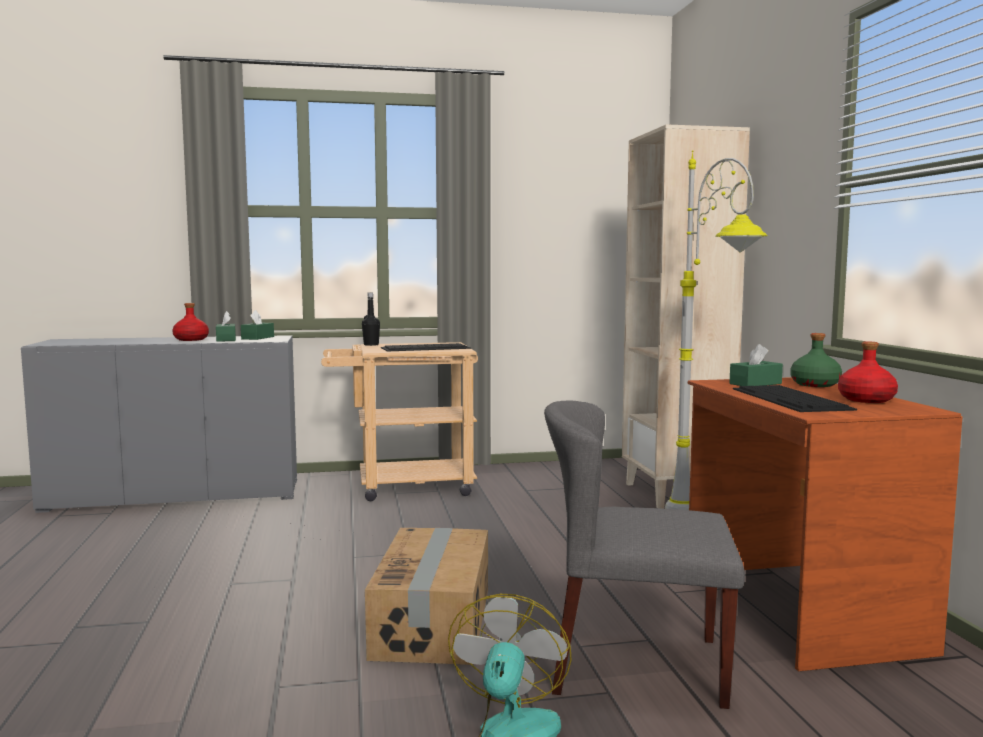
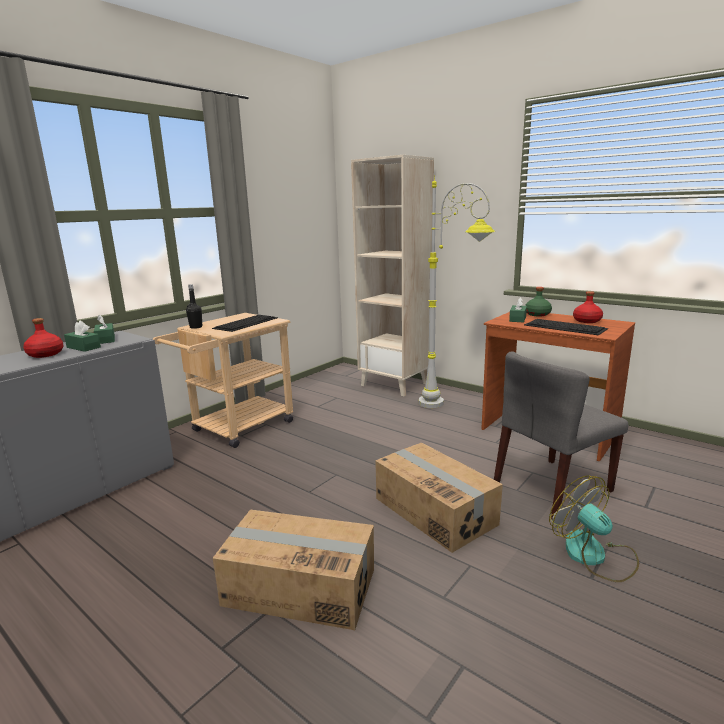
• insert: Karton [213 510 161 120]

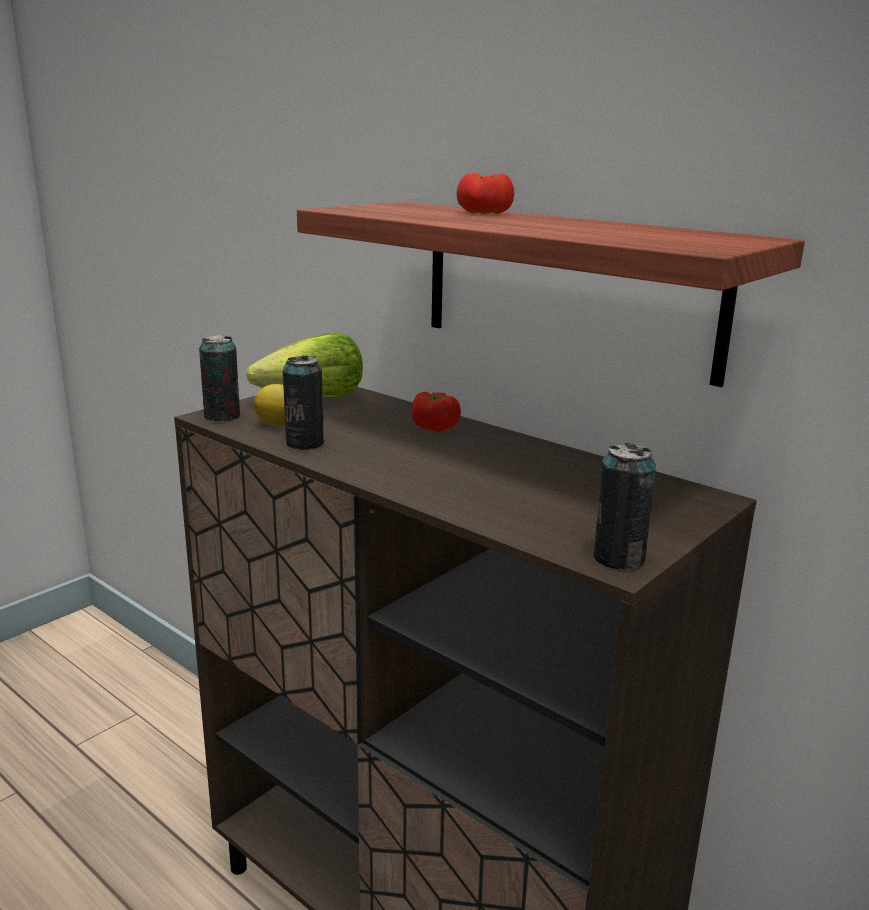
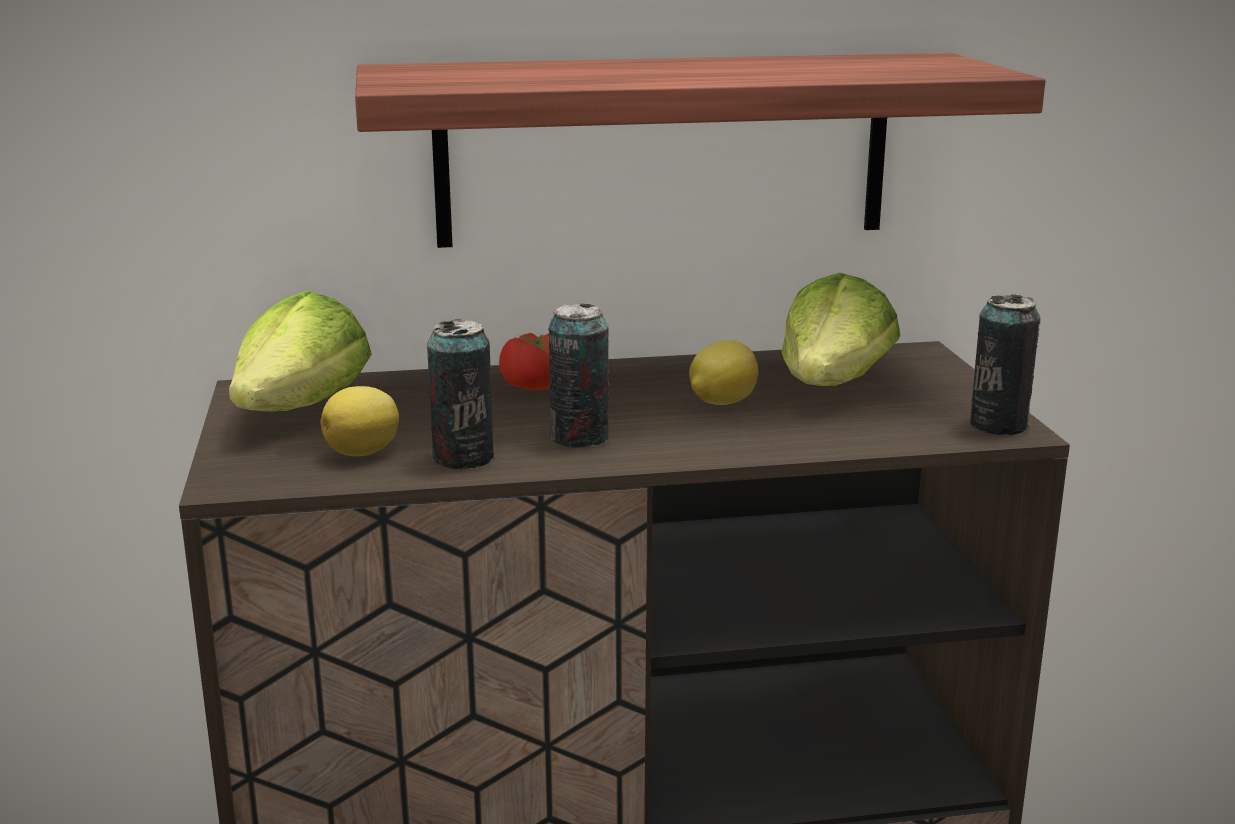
• delete: Tomate [456 173 58 41]
• insert: Zitrone [689 340 69 65]
• insert: Salatkopf [782 273 118 113]
• move: Dose [199 334 41 87] to [548 304 61 144]

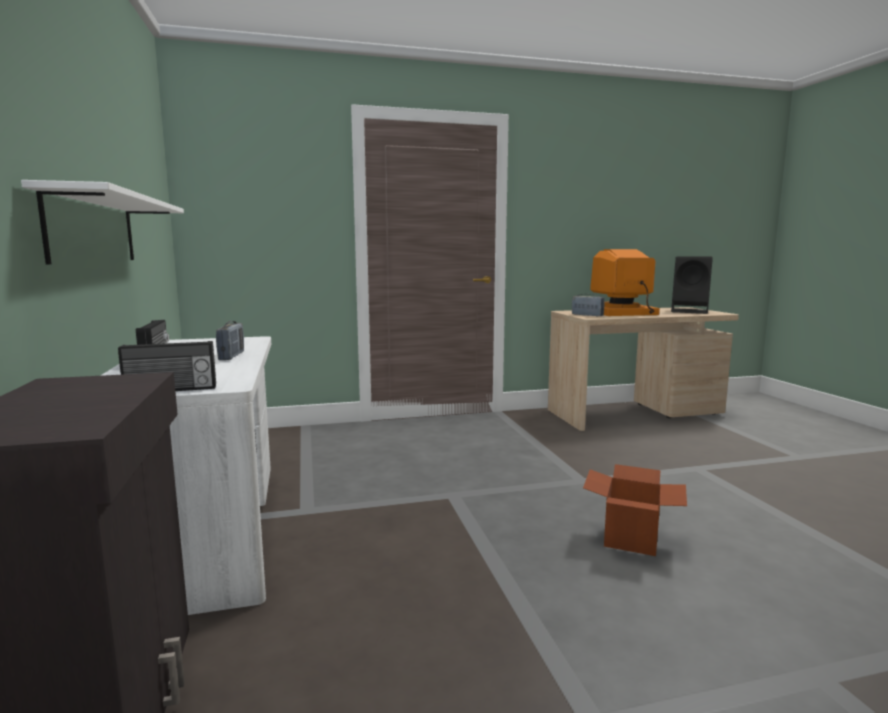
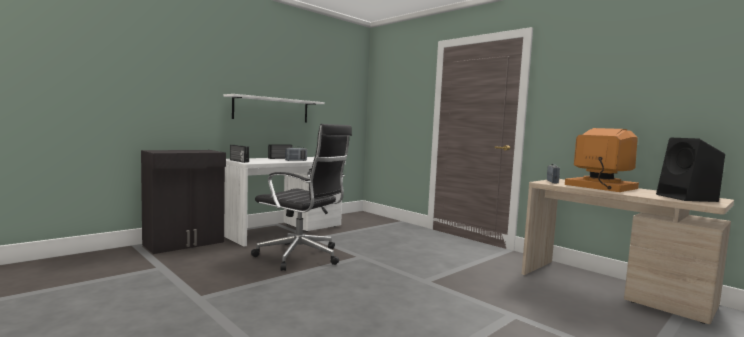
• delete: Karton [583 464 104 92]
• insert: Bürostuhl/schwarz [251 124 101 147]

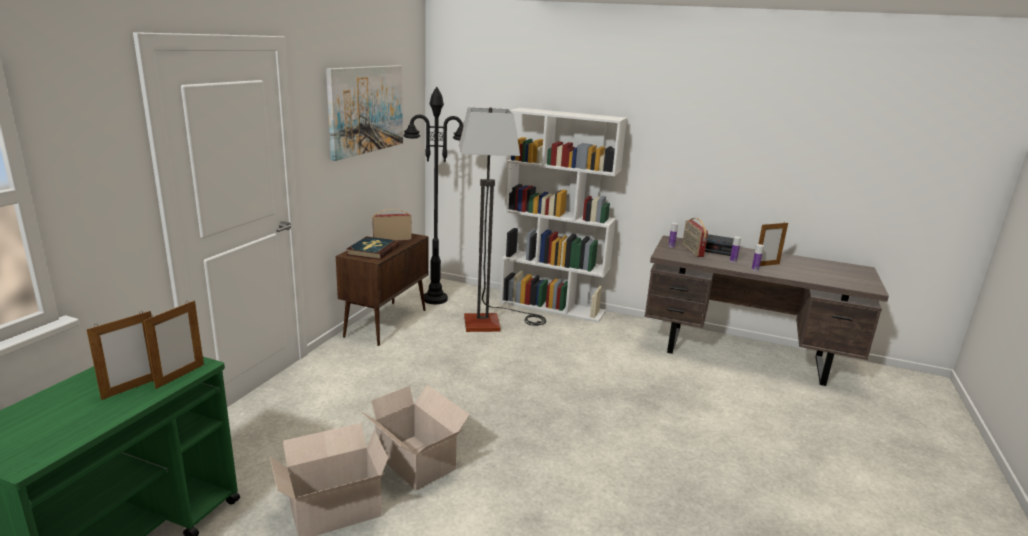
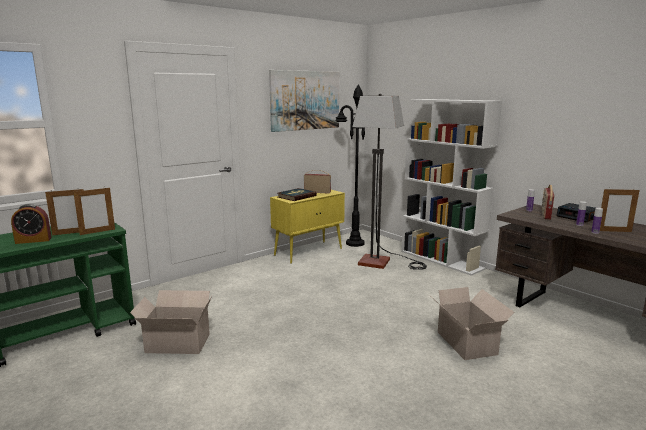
• insert: Wecker [11 204 41 40]
• move: Karton [360 385 110 105] to [434 287 80 73]
• recolor: Schrank/braun [336 233 93 113] to Schrank/gelb [270 190 75 74]

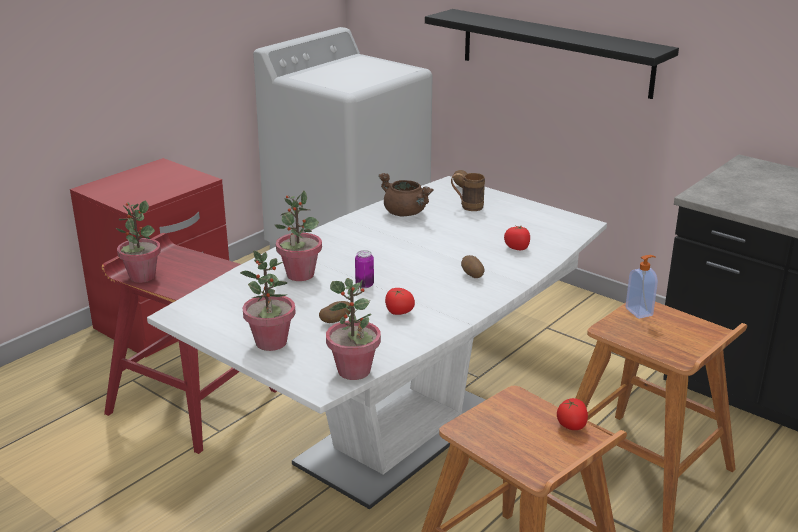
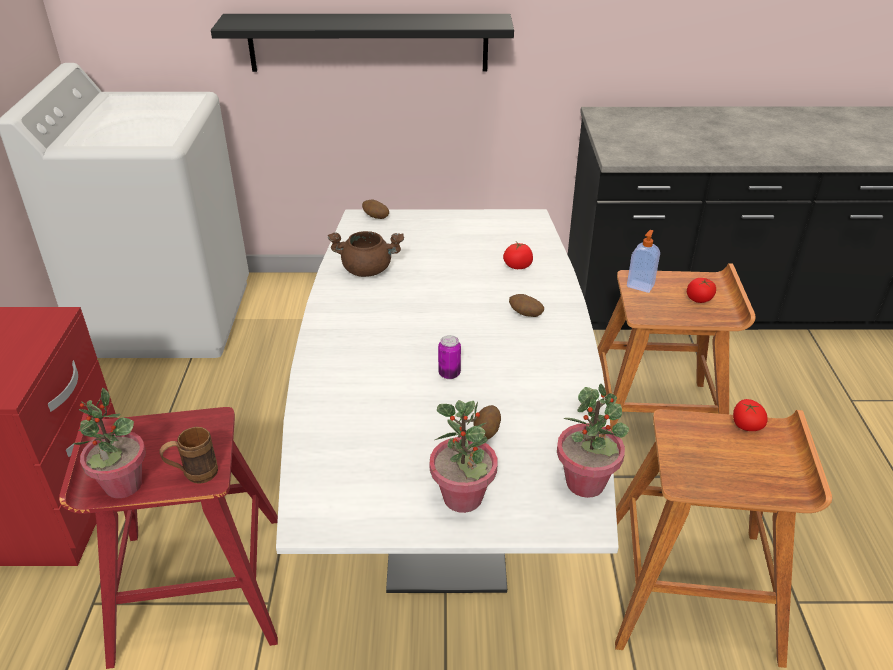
• delete: Topfpflanze [275 191 47 90]
• move: Tomate [385 288 30 27] to [687 278 29 25]
• move: Henkelbecher/braun [451 173 34 38] to [159 427 59 57]

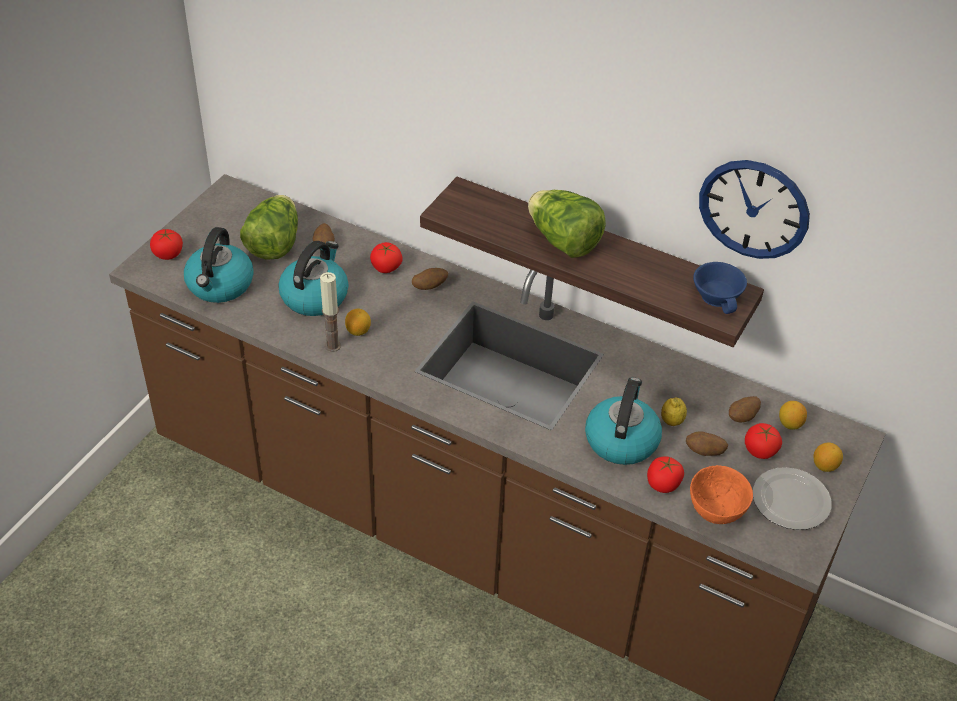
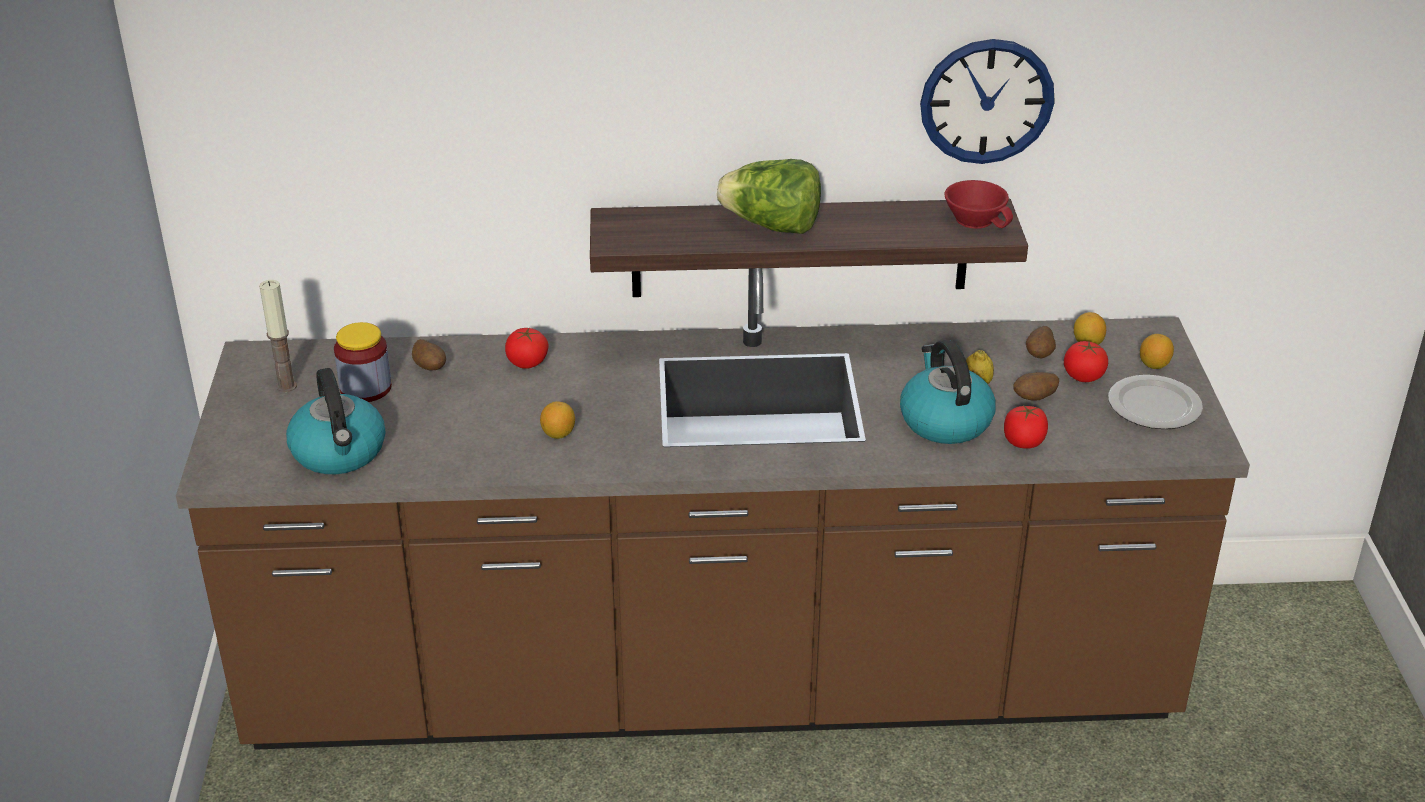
• delete: Tomate [150 229 33 31]
• delete: Wasserkessel [278 241 70 75]
• delete: Kartoffel [412 268 36 22]
• delete: Schüssel/orange [690 465 63 59]
• move: Kerze [320 272 21 80] to [259 280 38 112]
• replace: Salatkopf [240 195 58 64] to Vorratsglas [334 322 58 80]
• recolor: Tasse/blau [693 262 54 52] to Tasse/rot [945 180 68 49]

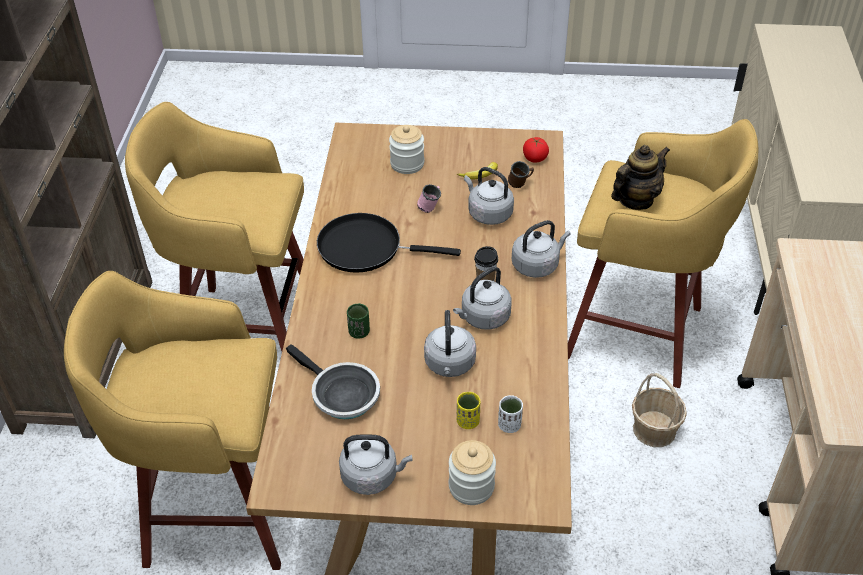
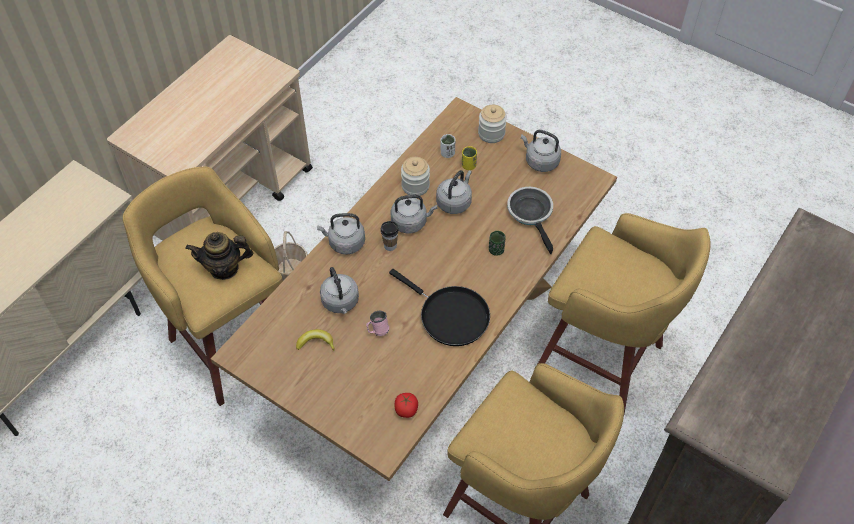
• delete: Henkelbecher/braun [508 161 26 27]
• move: Vorratsglas [389 125 35 49] to [401 157 29 39]
• move: Tomate [523 137 26 26] to [394 393 24 25]

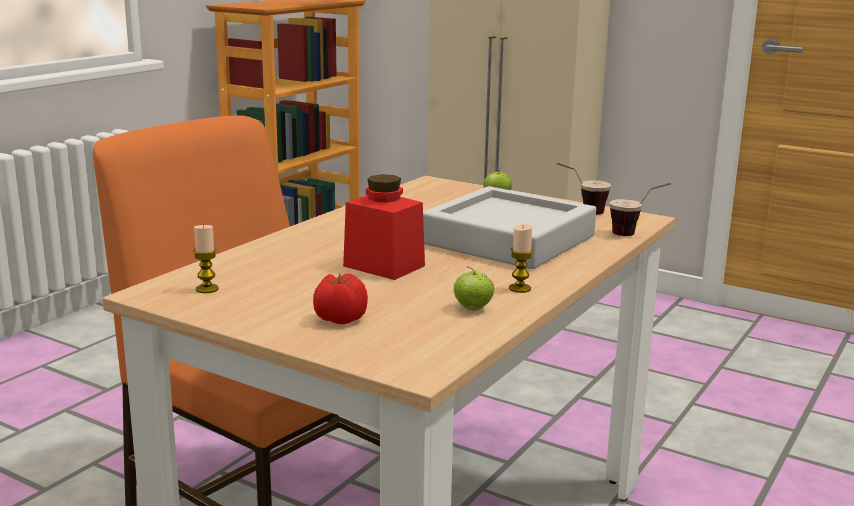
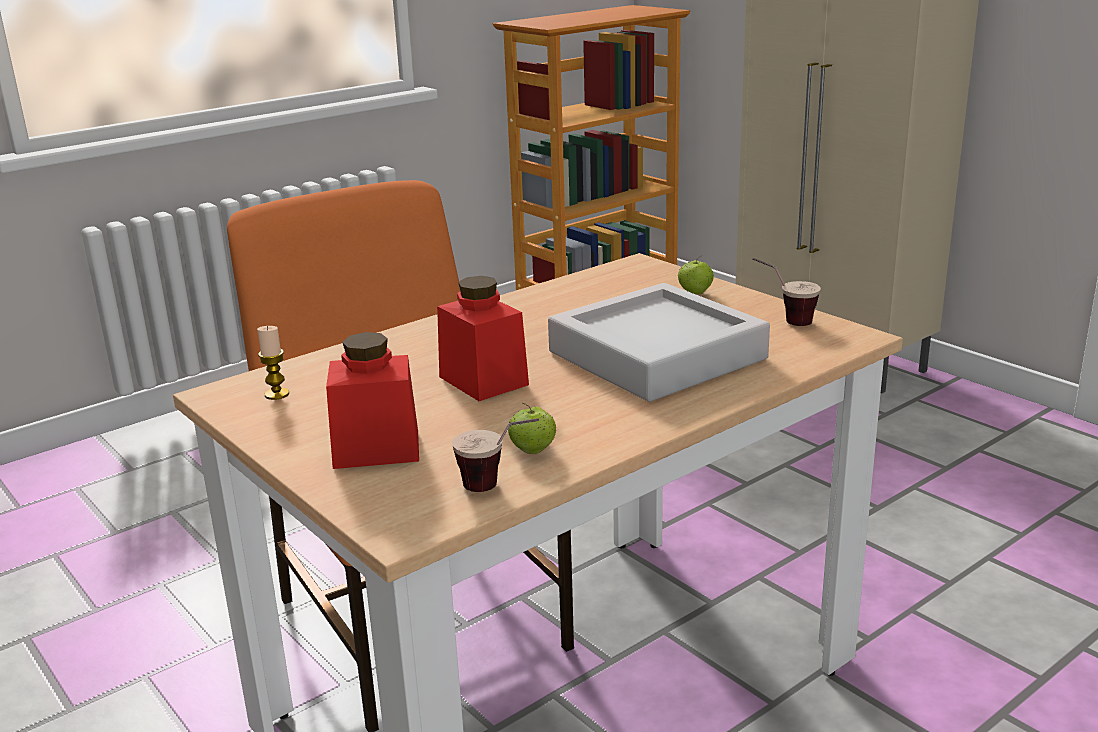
• delete: Kerze [509 224 24 69]
• move: Tasse [610 183 61 53] to [452 418 87 74]
• replace: Tomate [313 273 55 51] to Vorratsglas/rot [326 332 93 137]

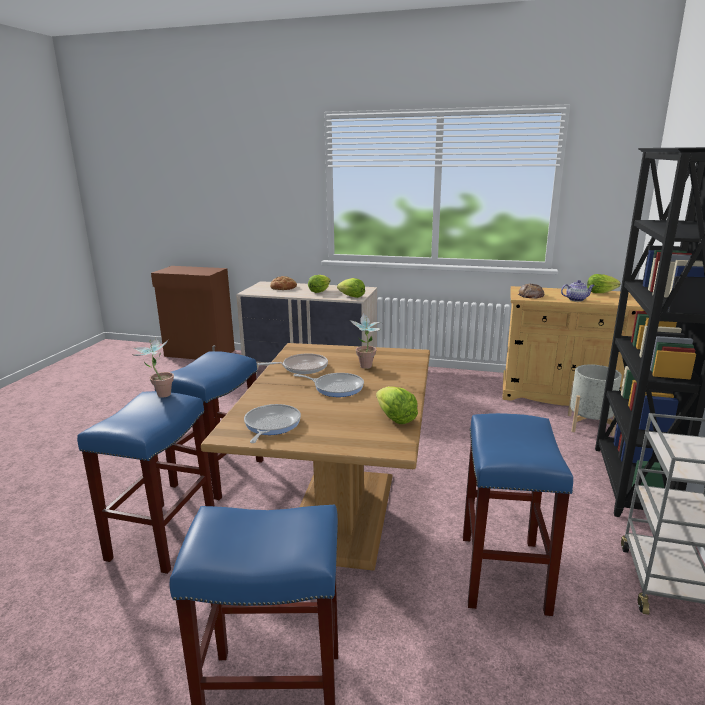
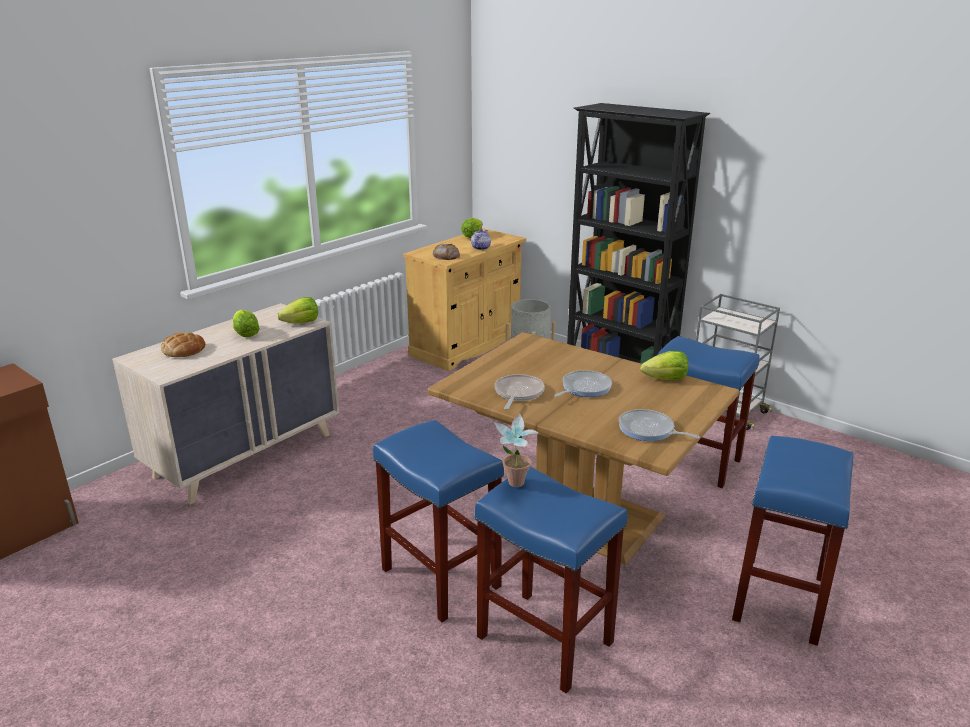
• delete: Topfpflanze [350 313 31 56]

